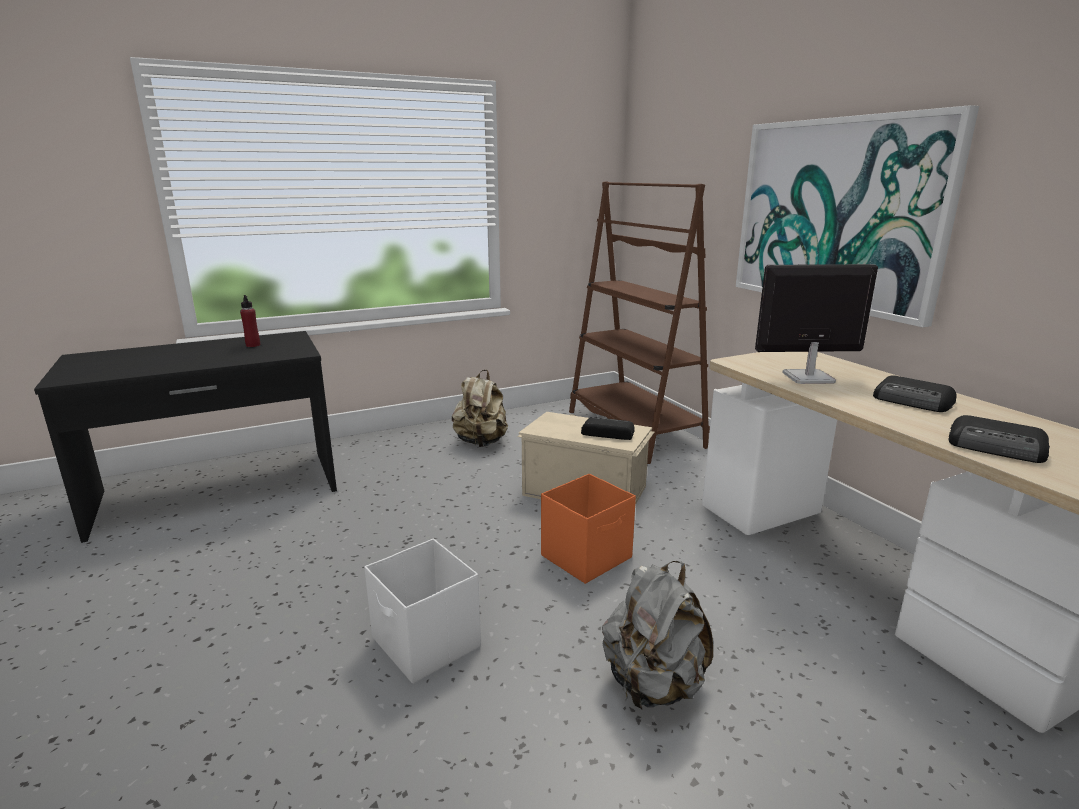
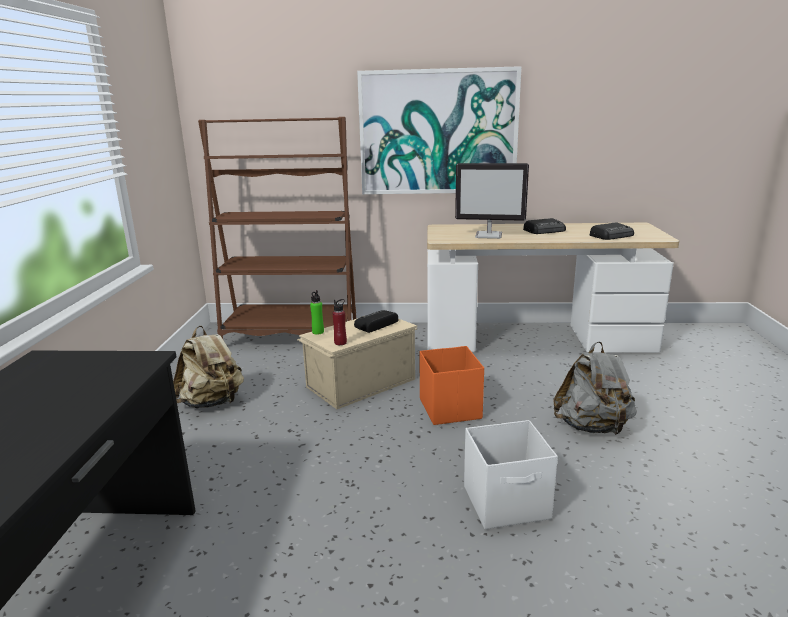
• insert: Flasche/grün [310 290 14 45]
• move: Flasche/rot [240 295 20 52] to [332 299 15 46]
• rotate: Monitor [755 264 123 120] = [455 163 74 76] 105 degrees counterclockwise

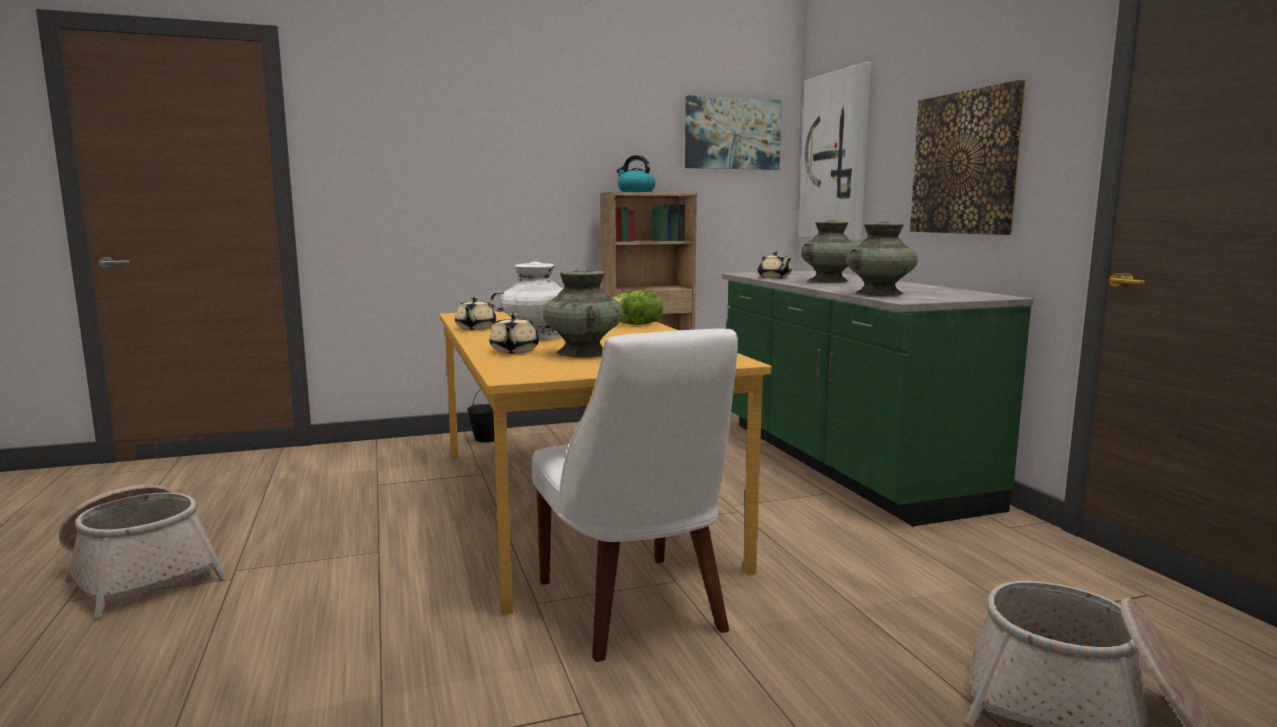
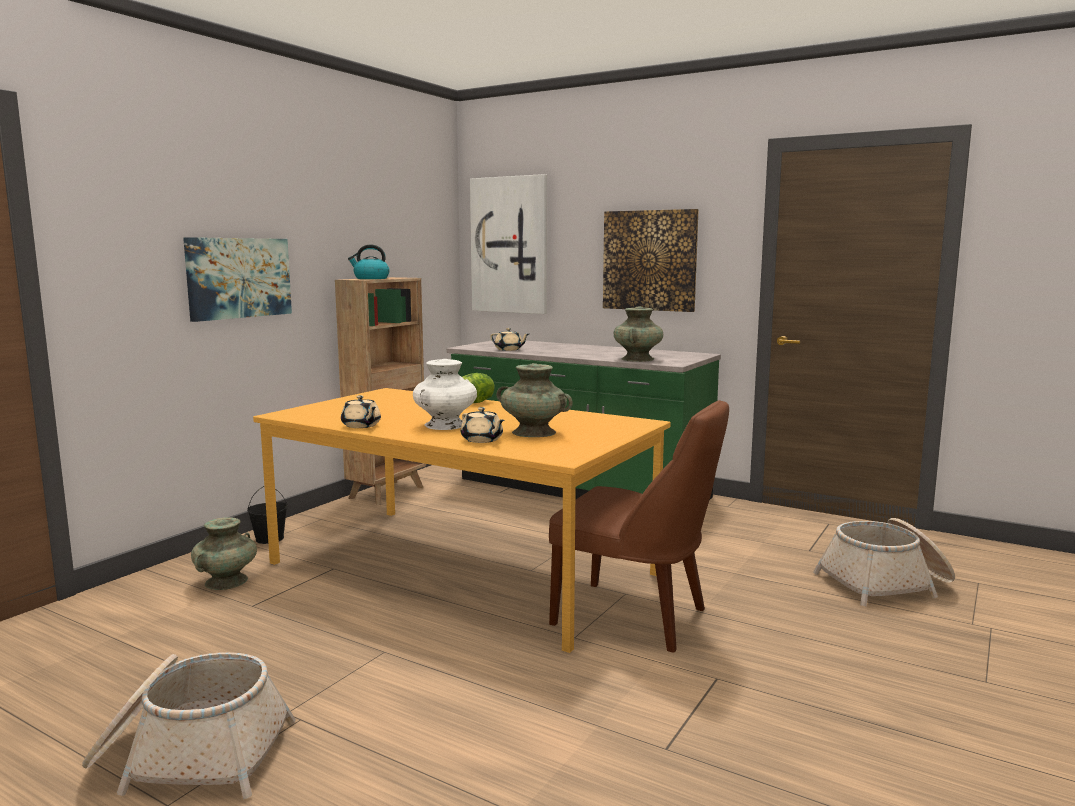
• move: Bild [685 95 97 75] to [183 237 109 85]
• move: Vase/türkis [801 219 56 64] to [191 517 66 73]
• recolor: Stuhl/weiß [532 329 206 333] to Stuhl/braun [549 400 180 252]

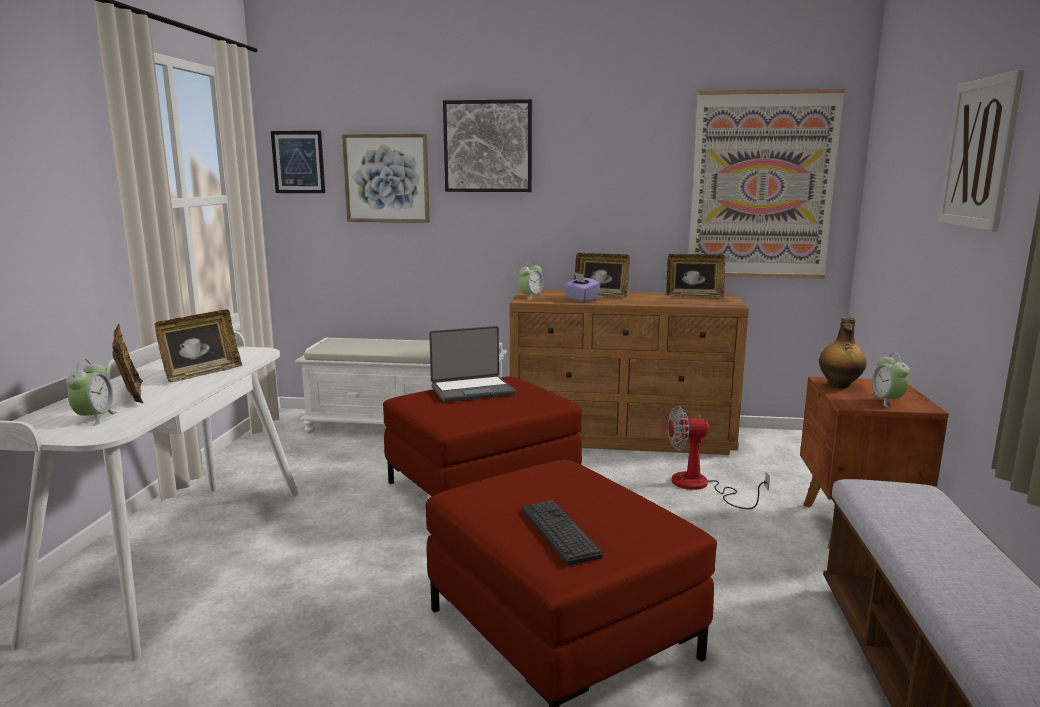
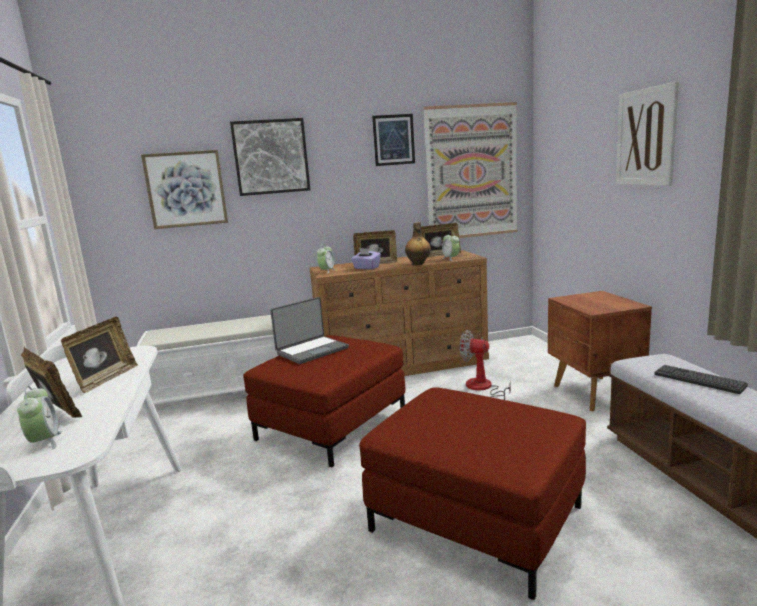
• move: Bild [271 131 54 62] to [372 114 43 52]
• move: Tastatur [522 501 81 64] to [654 365 94 29]
• move: Flasche [819 317 48 71] to [405 222 26 43]
• move: Wecker [869 353 41 54] to [442 233 18 28]
• rotate: Ventilator [668 406 102 103] = [460 330 51 70] 45 degrees clockwise

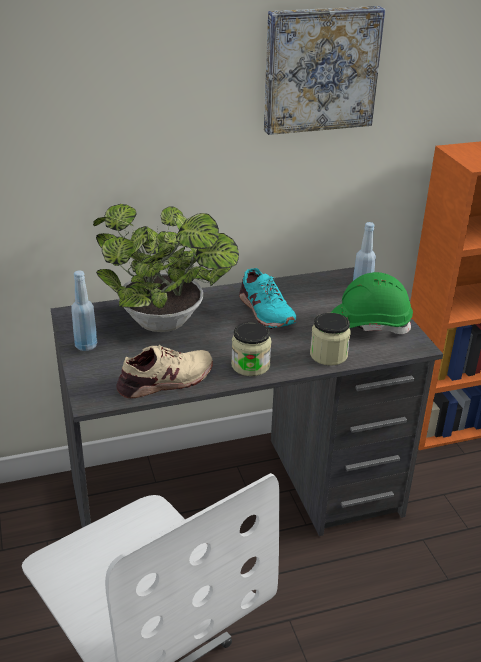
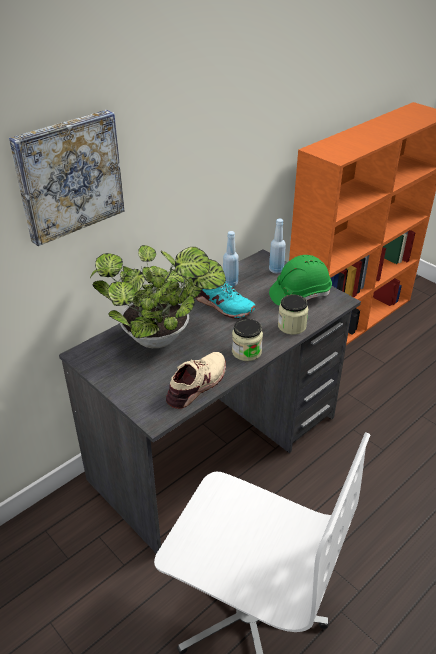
• move: Flasche/blau [71 270 26 81] to [223 231 16 56]
• move: Bild [264 6 121 129] to [9 110 115 136]

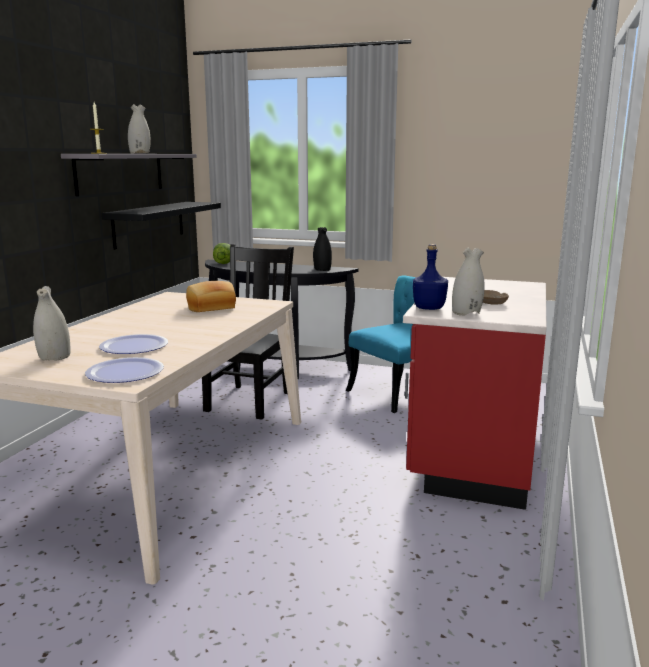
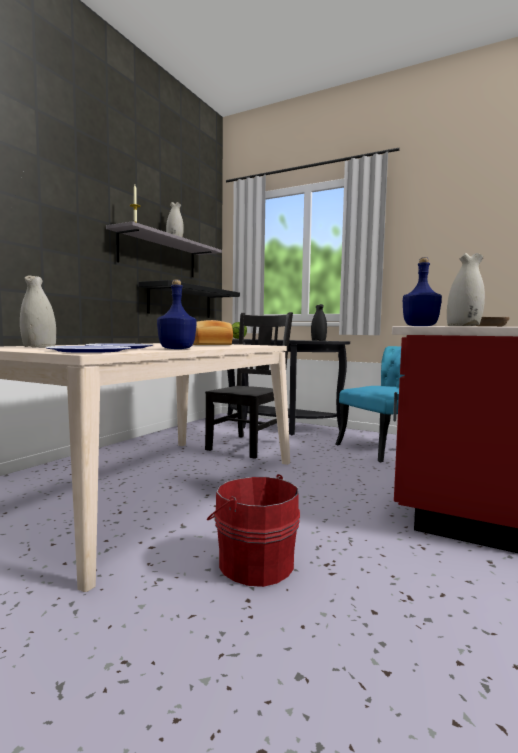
• insert: Flasche/blau [157 280 40 69]
• insert: Eimer/rot [207 474 93 113]

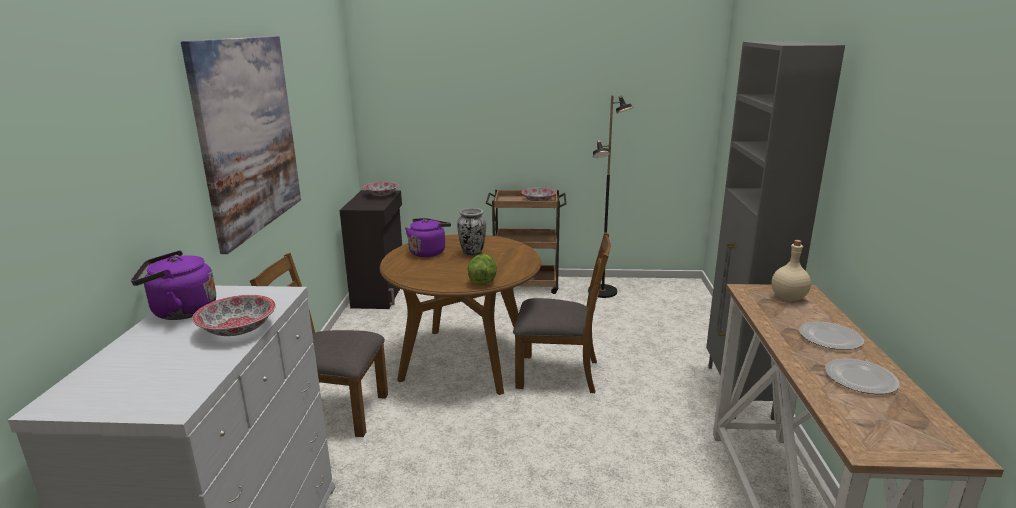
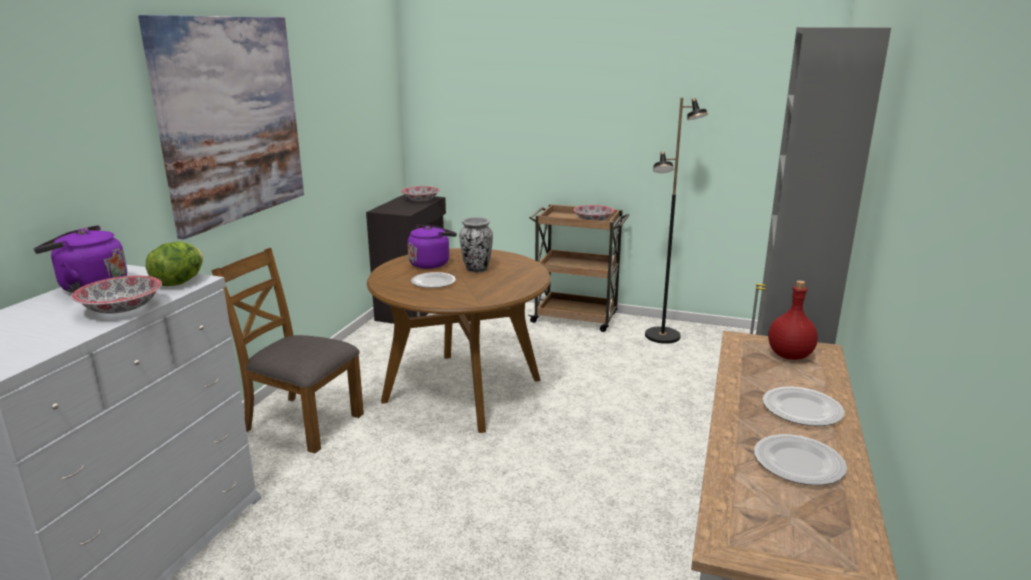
• delete: Stuhl/braun [513 232 98 161]
• insert: Teller [411 272 45 16]
• move: Salatkopf [468 254 29 31] to [146 241 57 45]
• recolor: Flasche/beige [772 240 39 61] to Flasche/rot [768 280 50 80]

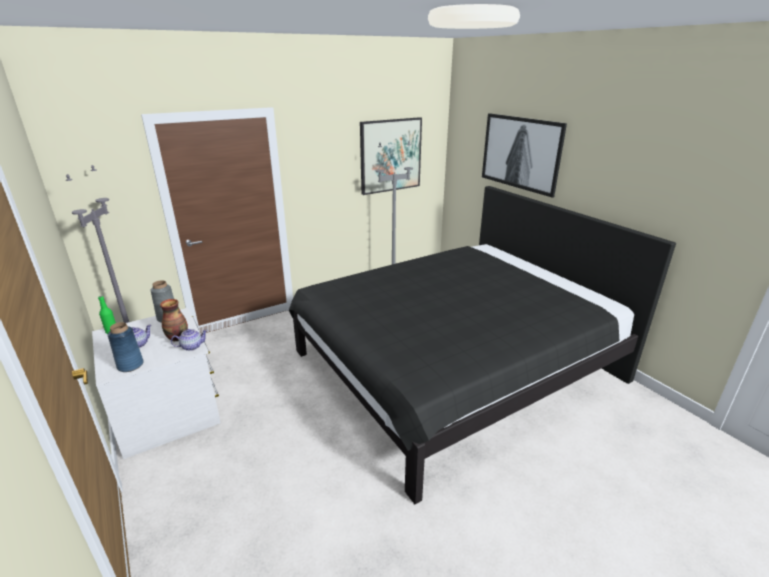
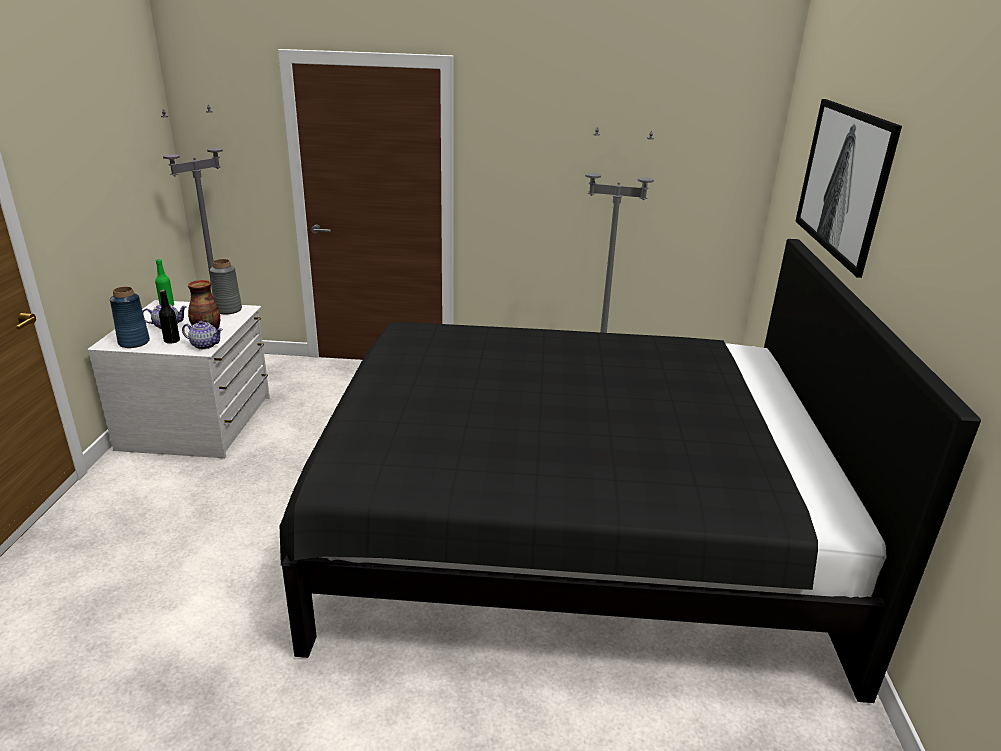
• delete: Bild [360 117 62 78]
• insert: Flasche/schwarz [159 290 21 54]

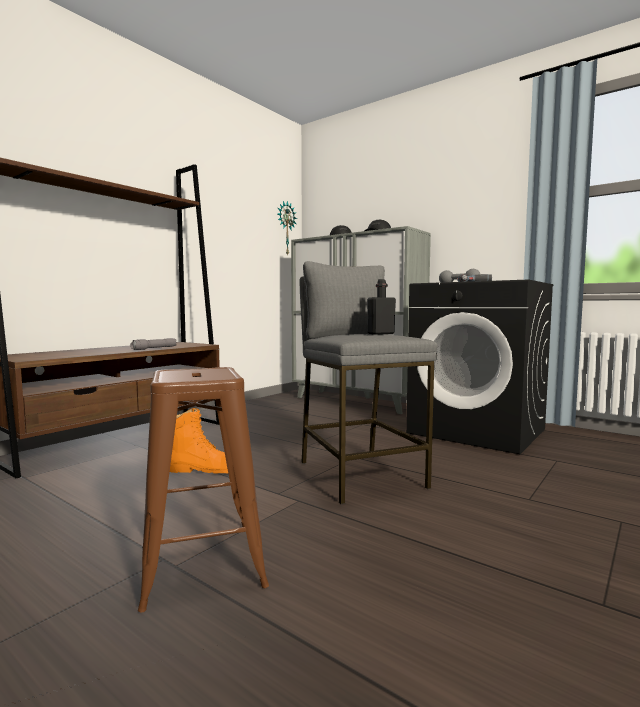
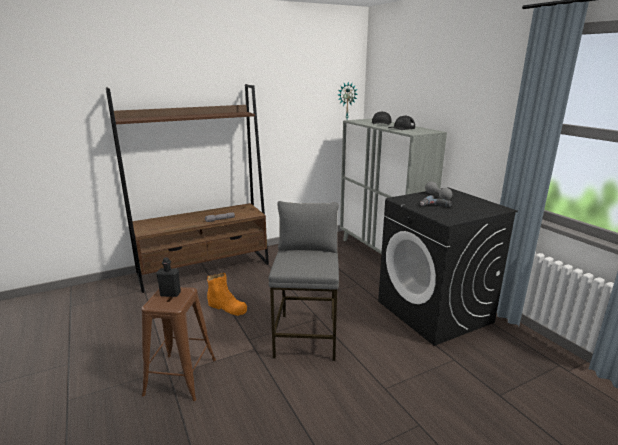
• move: Flasche/schwarz [367 279 29 56] to [156 257 25 40]

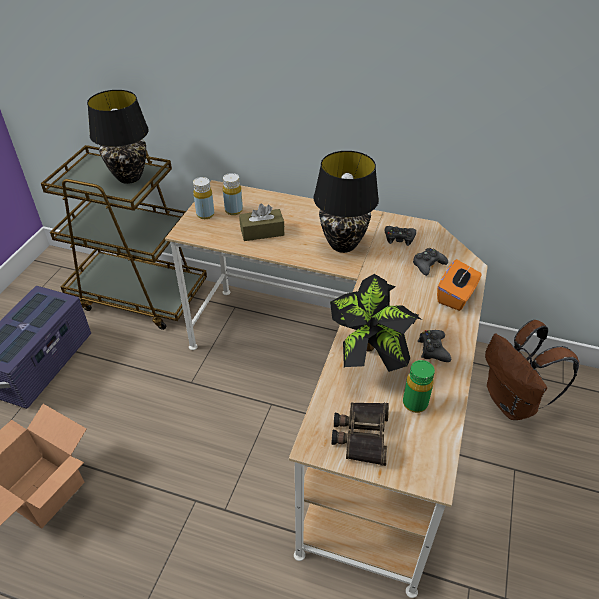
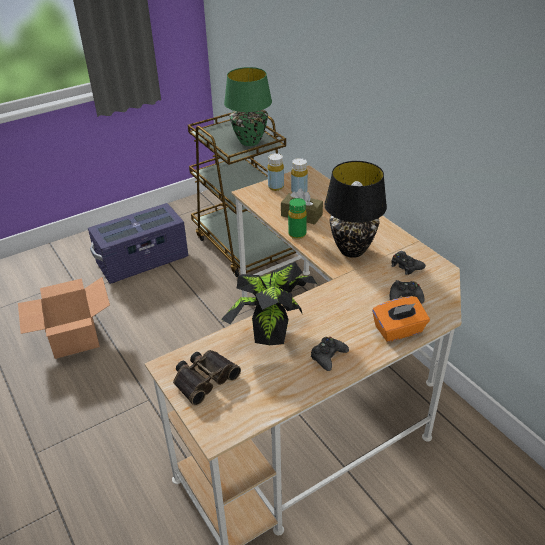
• delete: Rucksack/braun [485 320 94 100]
• move: Flasche/grün [403 360 32 53] to [288 198 19 41]
• recolor: Tischlampe/schwarz [87 90 62 94] to Tischlampe/grün [224 67 48 79]

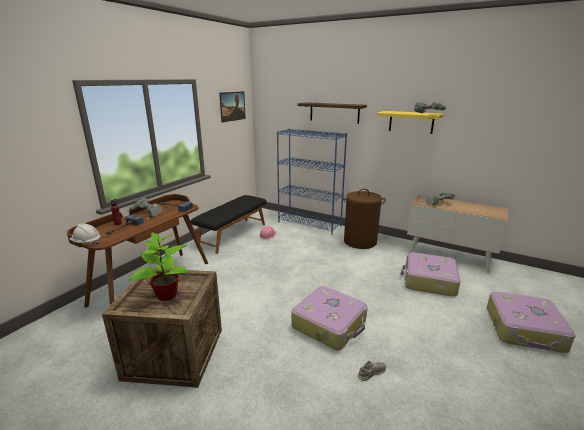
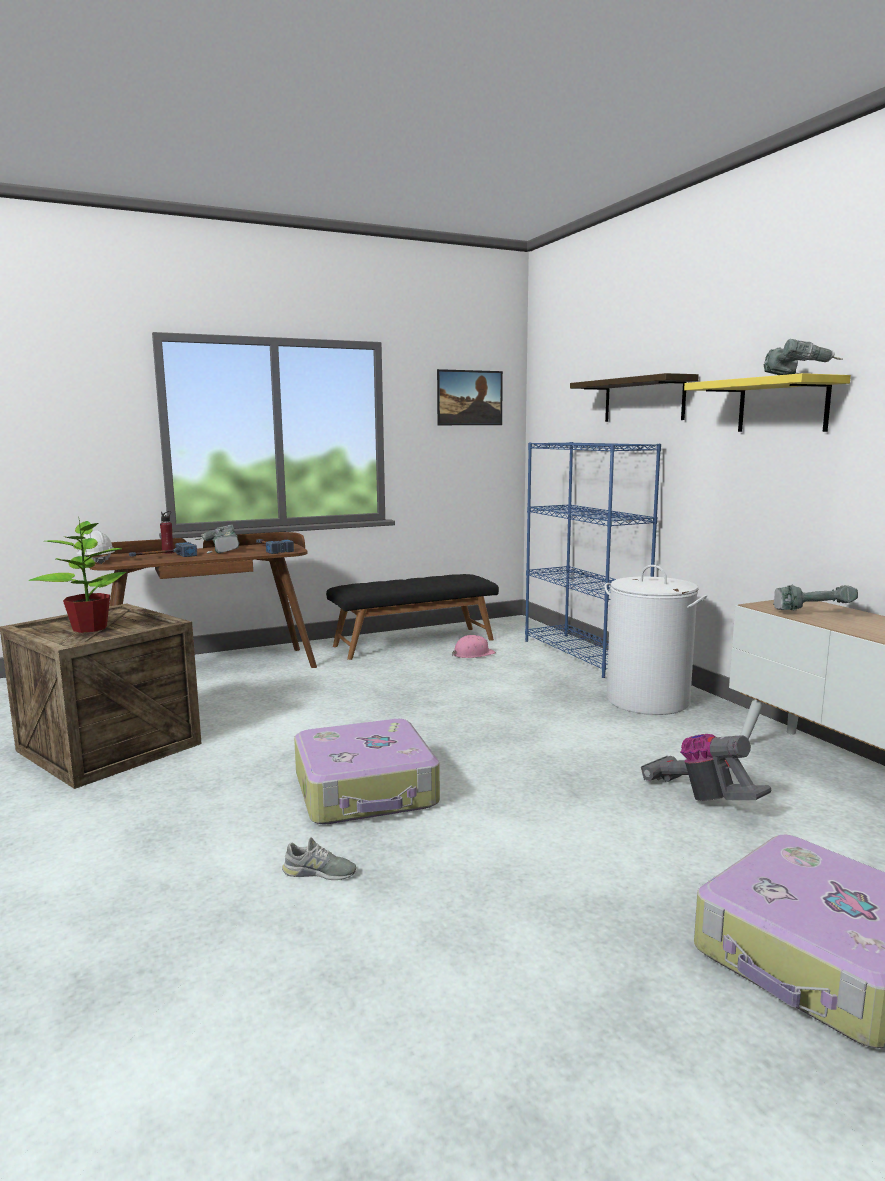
• replace: Koffer [401 252 60 44] to Staubsauger [641 734 131 67]
• recolor: Wäschekorb/braun [342 189 44 60] to Wäschekorb/weiß [604 565 103 150]

